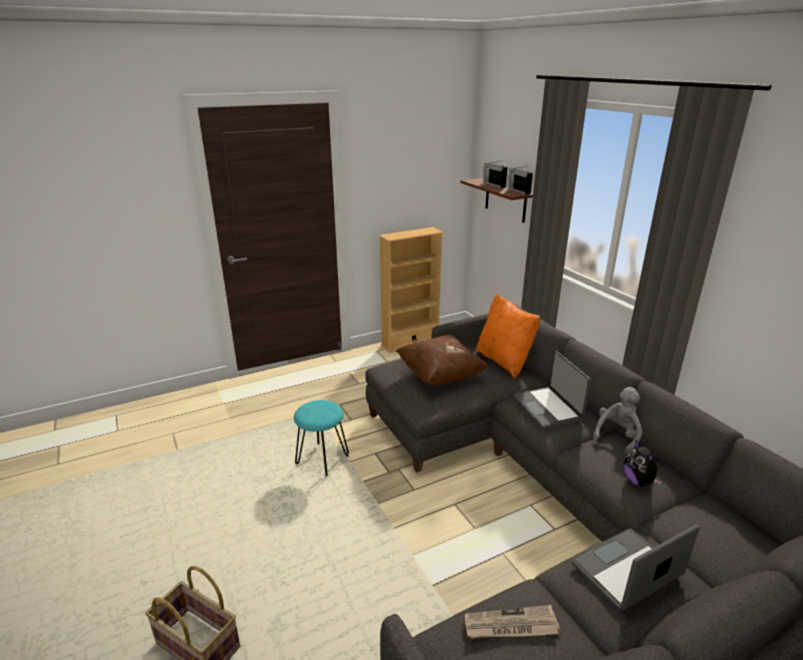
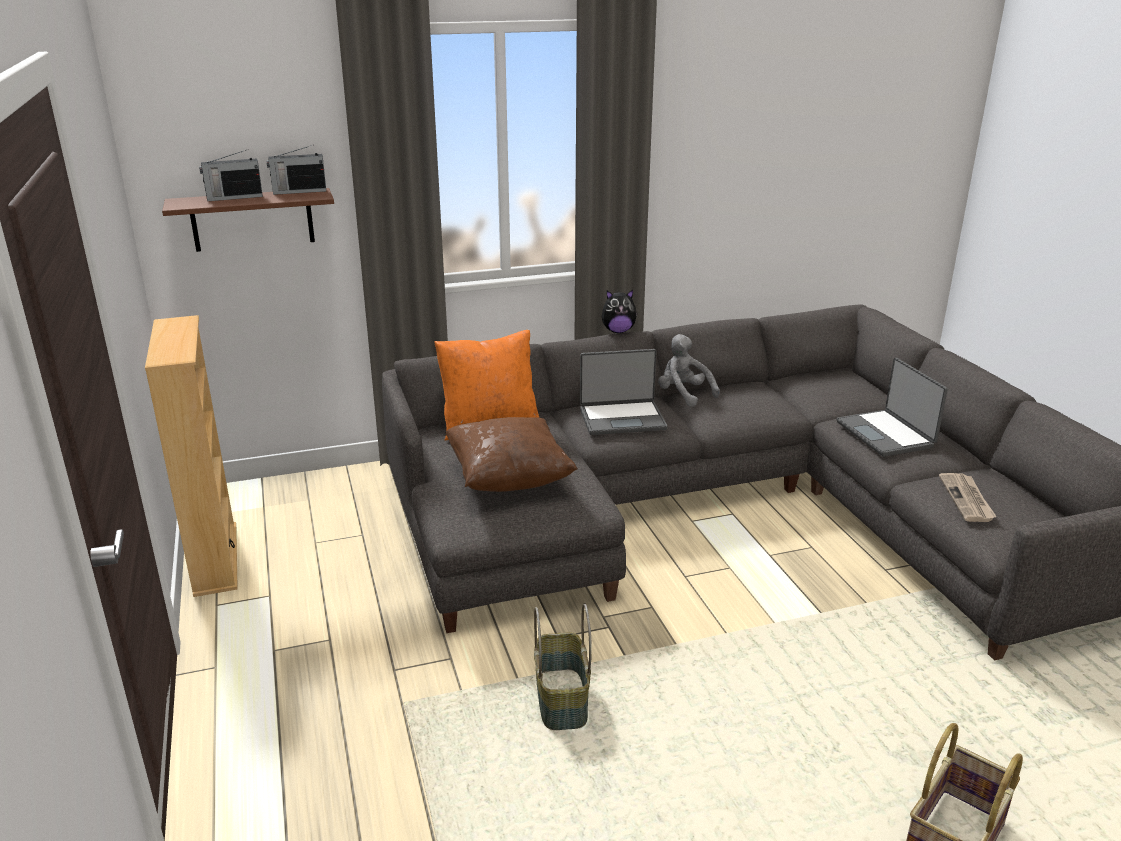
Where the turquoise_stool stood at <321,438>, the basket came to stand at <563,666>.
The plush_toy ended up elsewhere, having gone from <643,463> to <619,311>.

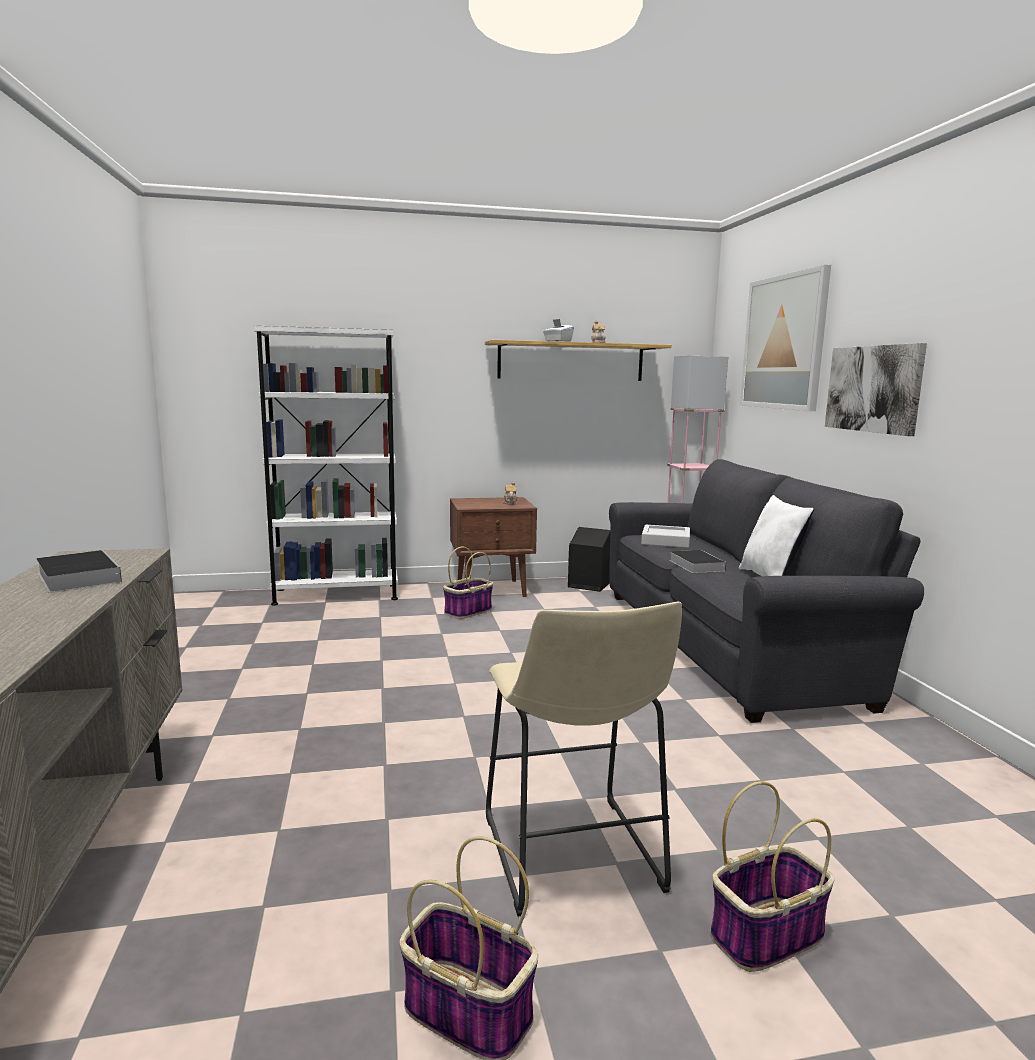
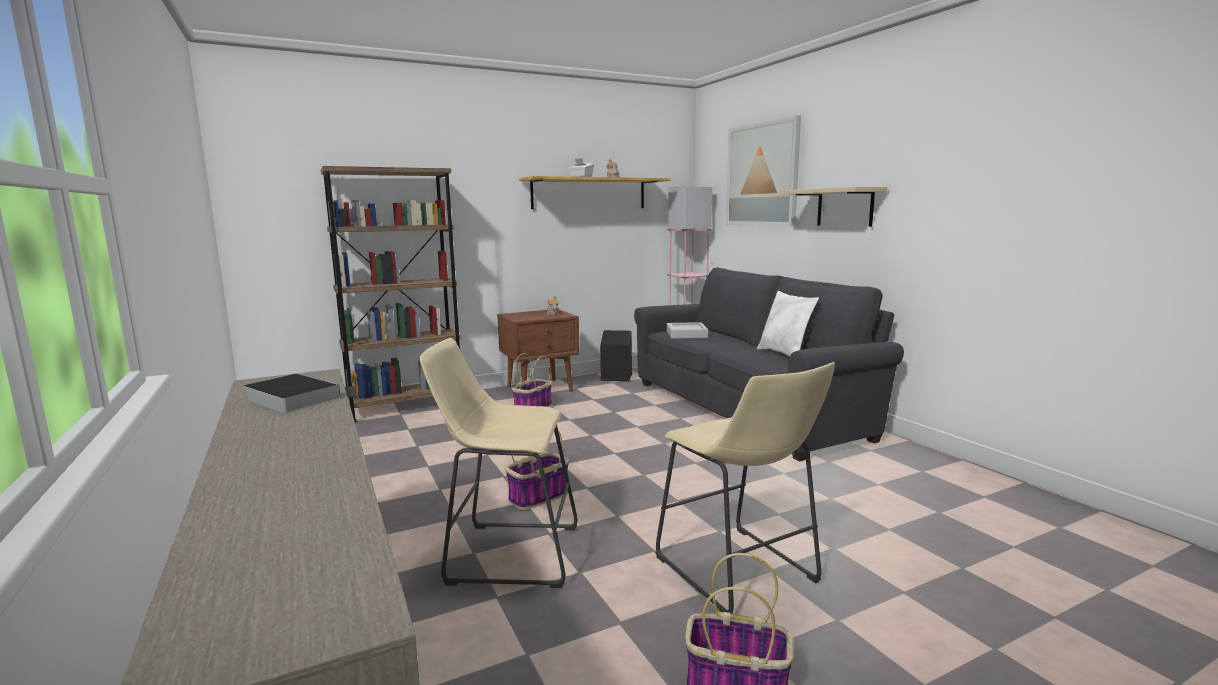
What was the white_bookcase at <325,466> turned into the brown_bookcase at <391,294>.
The second view gained the beige_stool at <498,463>.
The basket ended up elsewhere, having gone from <772,876> to <537,470>.
Where the picture hung at <876,389>, the beige_shelf came to hang at <834,207>.
The second view lost the book at <697,561>.

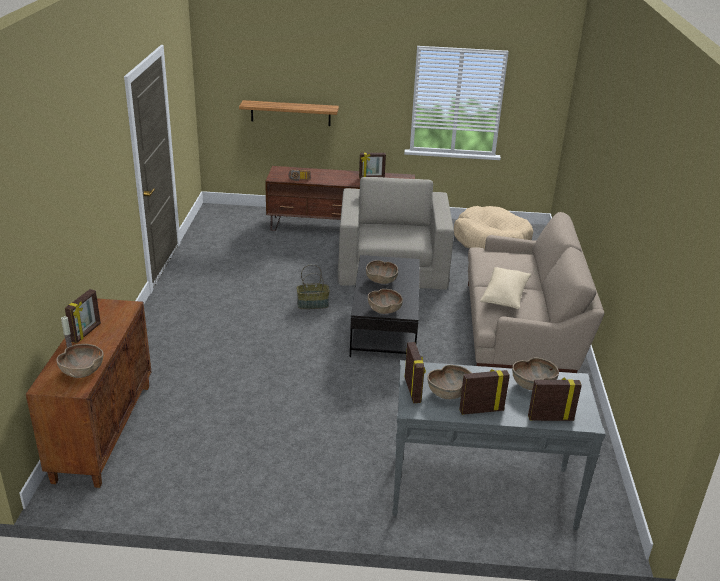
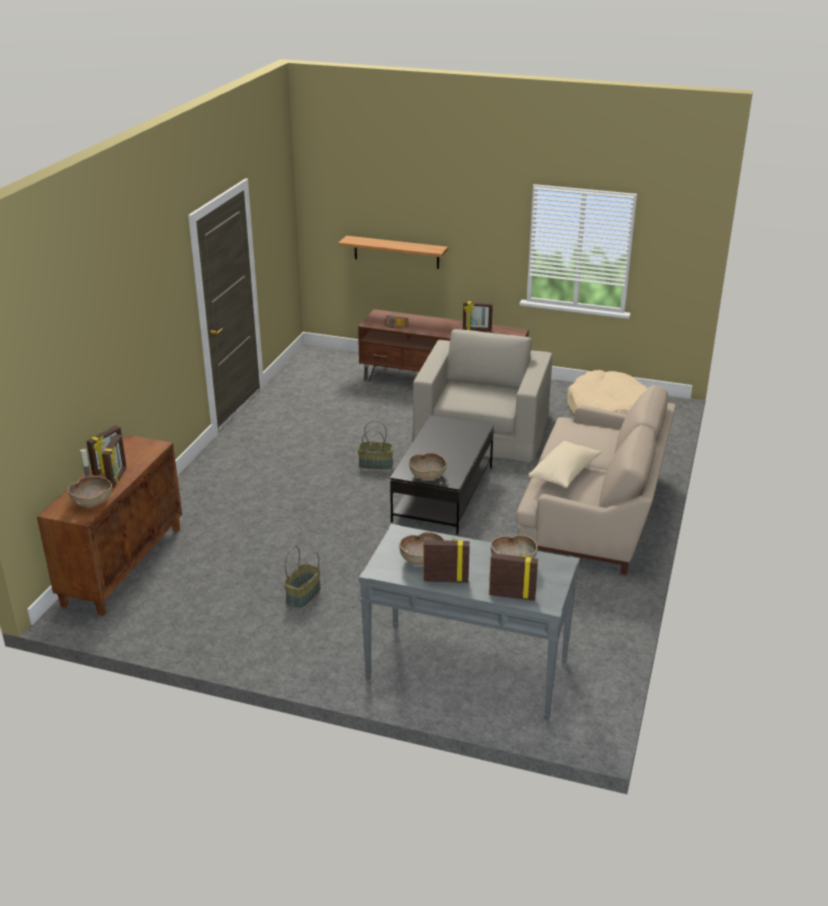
The picture_frame ended up elsewhere, having gone from <415,372> to <114,461>.
The second view gained the basket at <302,577>.
The second view lost the brown_bowl at <382,272>.

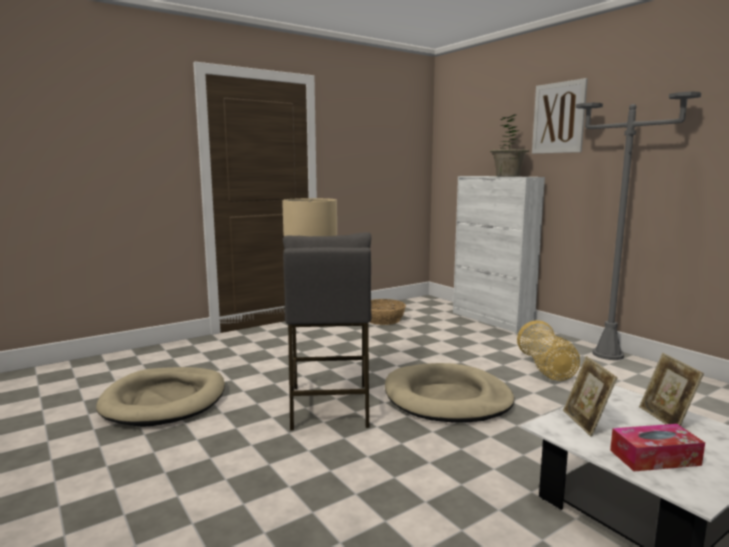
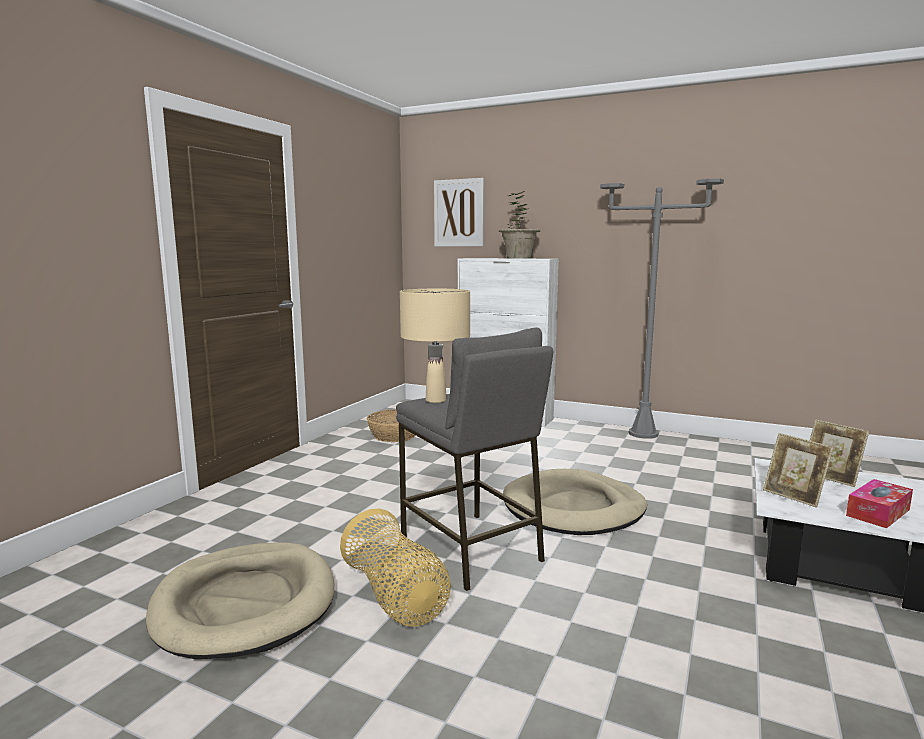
The basket ended up elsewhere, having gone from <548,350> to <395,567>.
The picture ended up elsewhere, having gone from <560,116> to <459,212>.

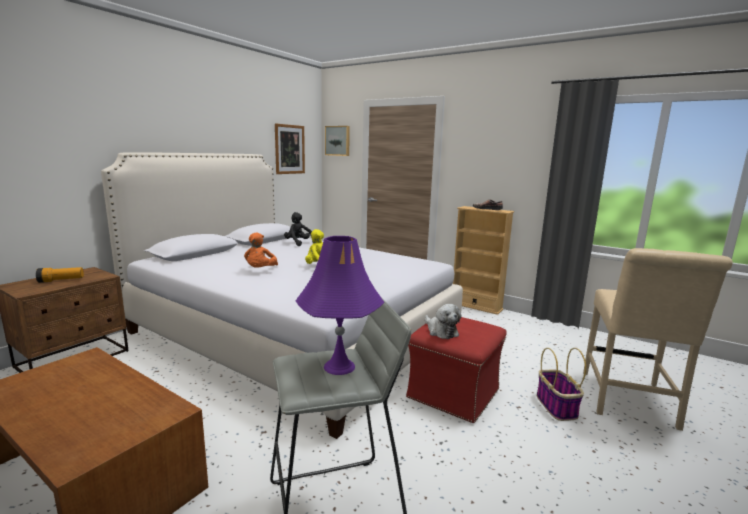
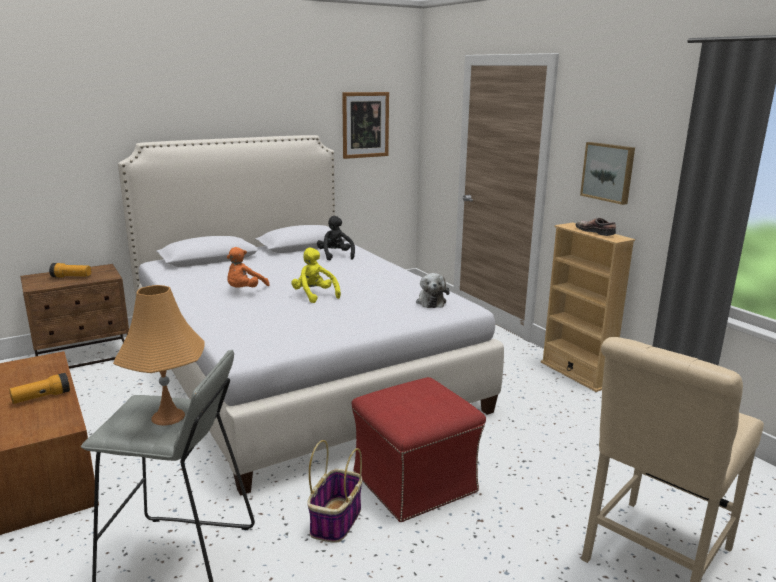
The second view gained the flashlight at <39,388>.
What was the purple_table_lamp at <340,305> turned into the orange_table_lamp at <159,355>.
The basket ended up elsewhere, having gone from <561,384> to <334,491>.
The plush_toy ended up elsewhere, having gone from <443,321> to <433,290>.
The picture ended up elsewhere, having gone from <337,141> to <607,173>.

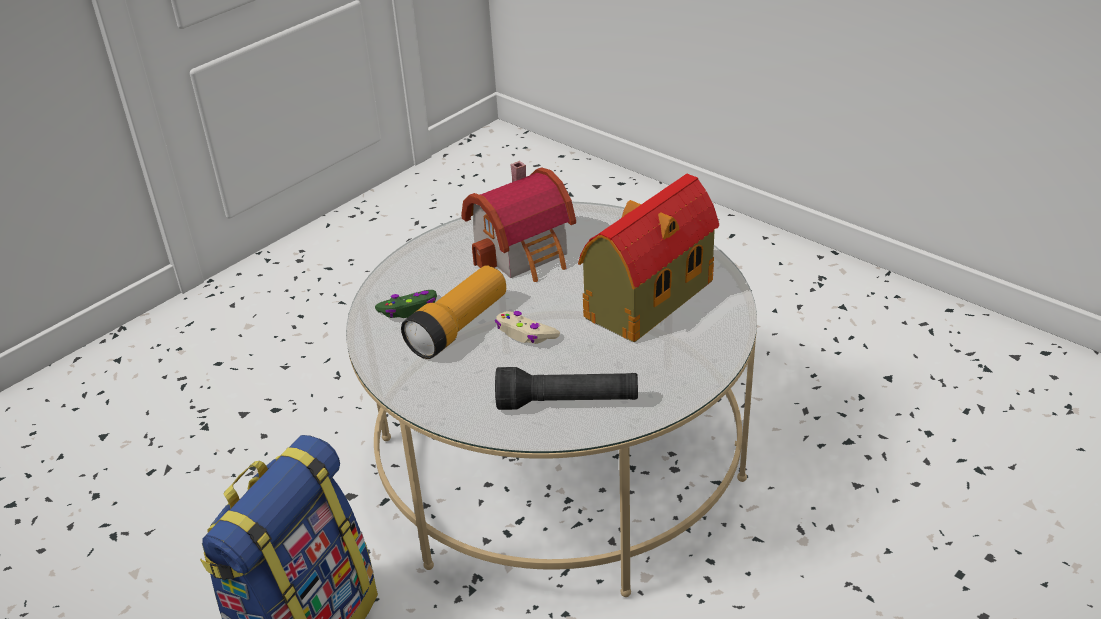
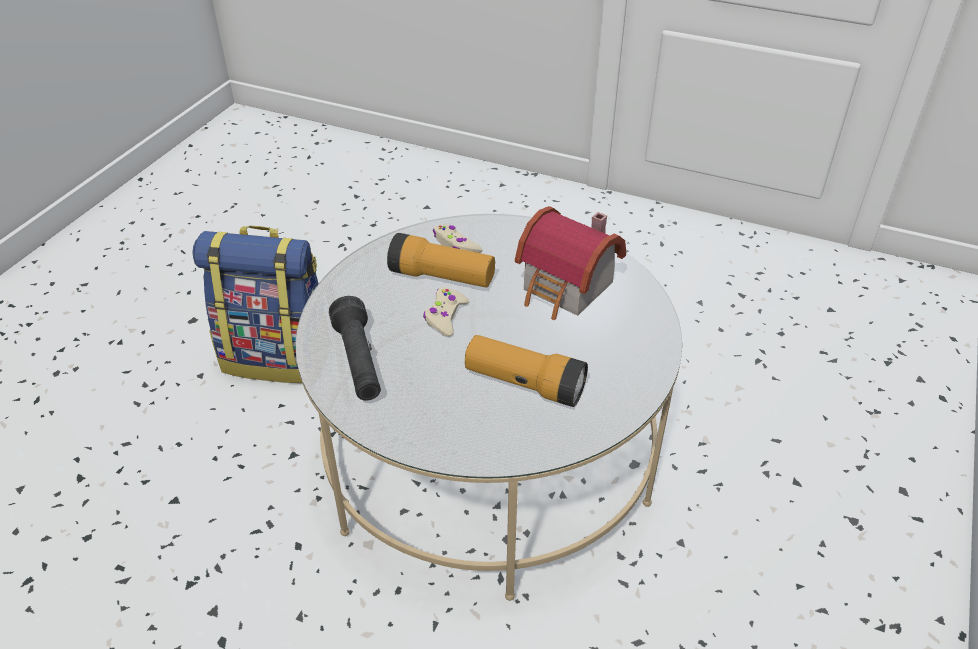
What was the green_game_controller at <406,304> turned into the beige_game_controller at <457,238>.
Where the toy_house stood at <648,258>, the flashlight came to stand at <526,371>.

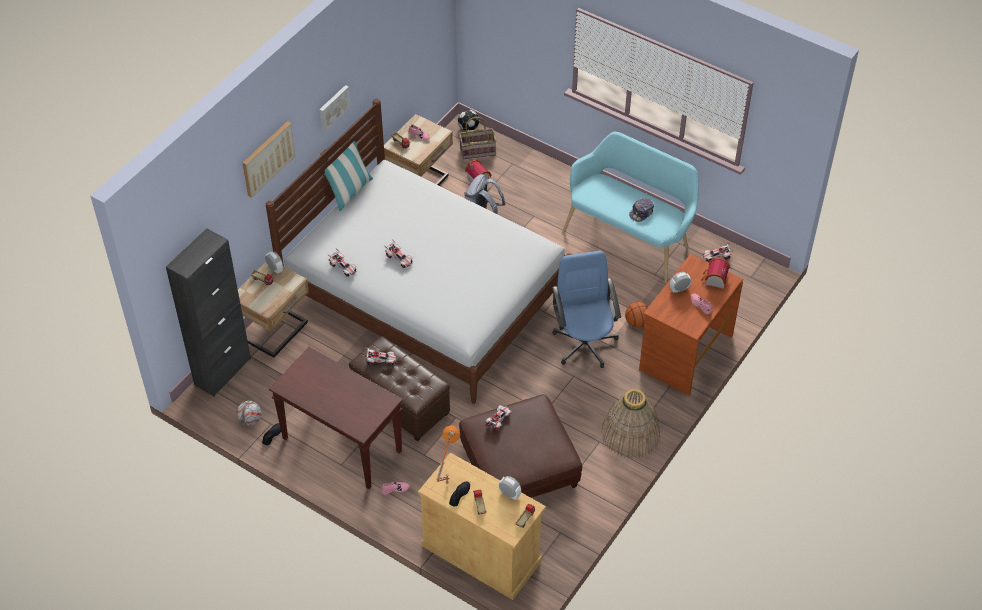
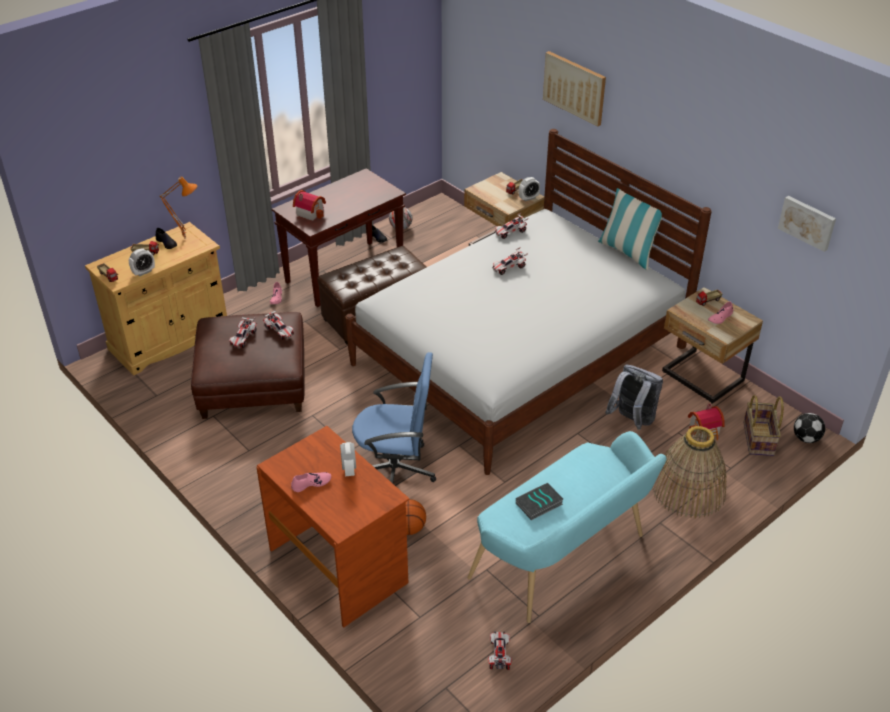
The toy_car ended up elsewhere, having gone from <380,356> to <243,331>.
The toy_house ended up elsewhere, having gone from <715,273> to <309,205>.
Where the cap stood at <641,210>, the book came to stand at <539,501>.
The basket ended up elsewhere, having gone from <631,423> to <689,472>.
The picture ended up elsewhere, having gone from <335,108> to <807,224>.
The second view lost the black_cabinet at <208,312>.

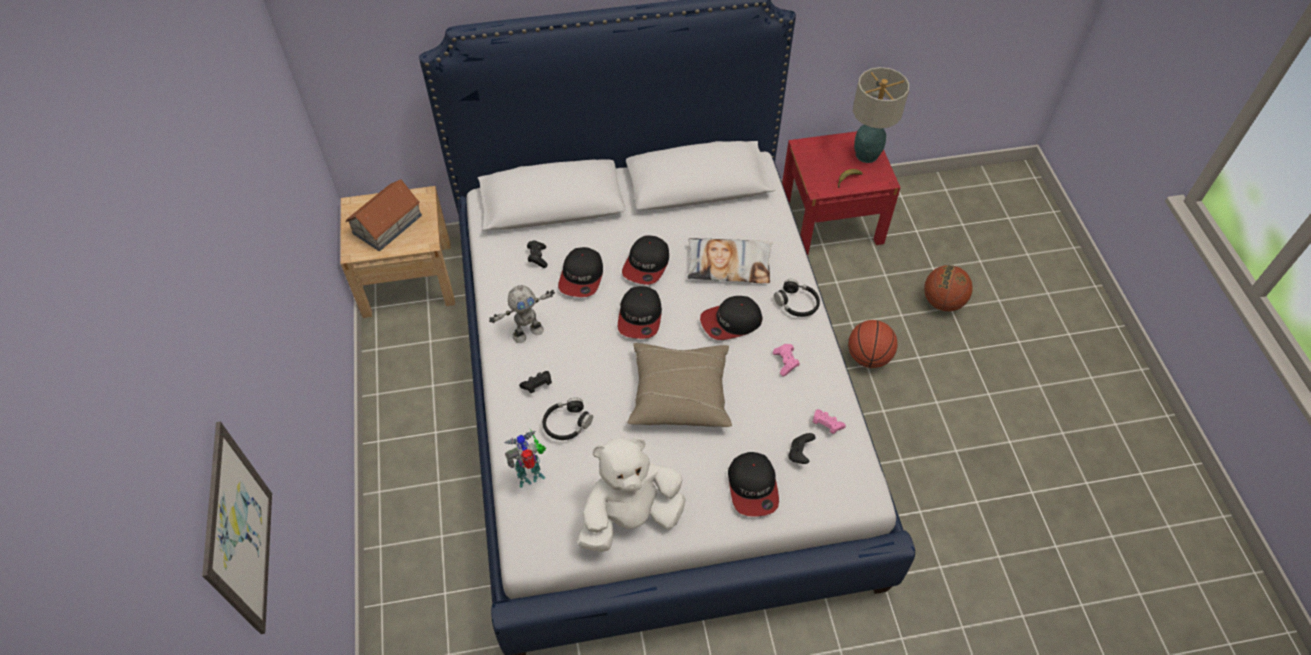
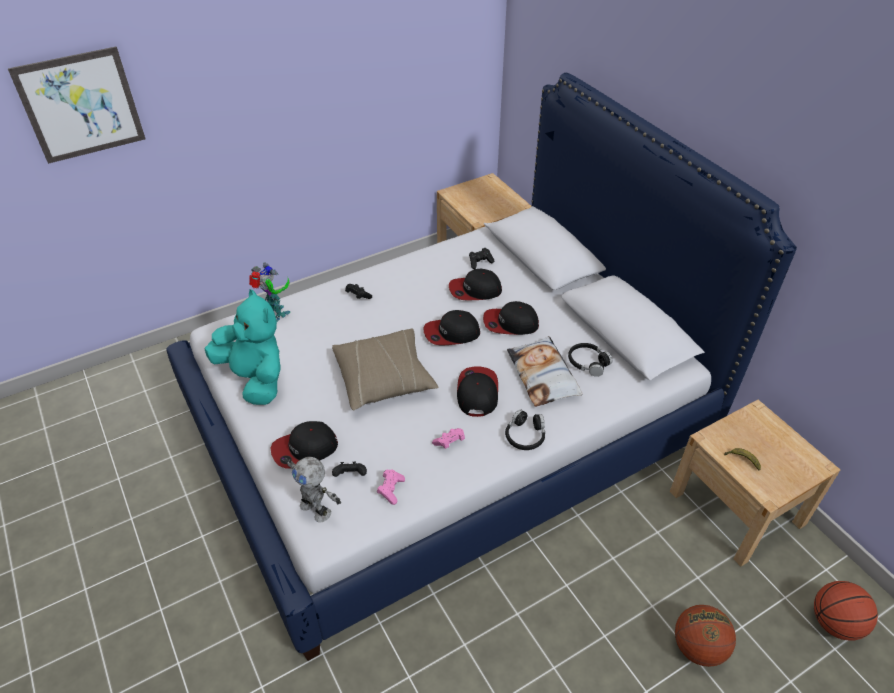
What was the white_plush_toy at <631,494> turned into the turquoise_plush_toy at <243,347>.
The toy_robot ended up elsewhere, having gone from <522,314> to <313,490>.
The cap at <731,318> ended up facing another way, 45 degrees clockwise from before.
The black_headphones ended up elsewhere, having gone from <568,418> to <590,360>.
What was the red_nightstand at <841,193> turned into the beige_nightstand at <755,483>.
The basketball ended up elsewhere, having gone from <873,344> to <846,611>.
The second view lost the toy_house at <383,215>.
The second view lost the table_lamp at <881,115>.

